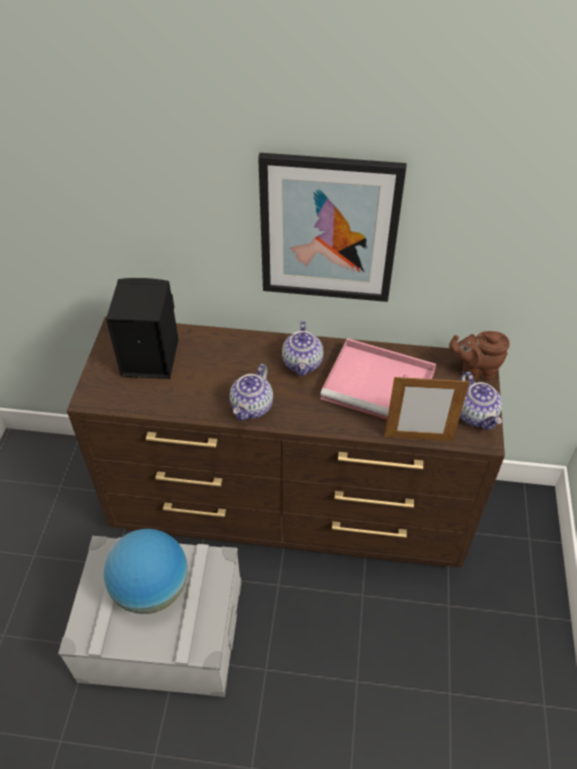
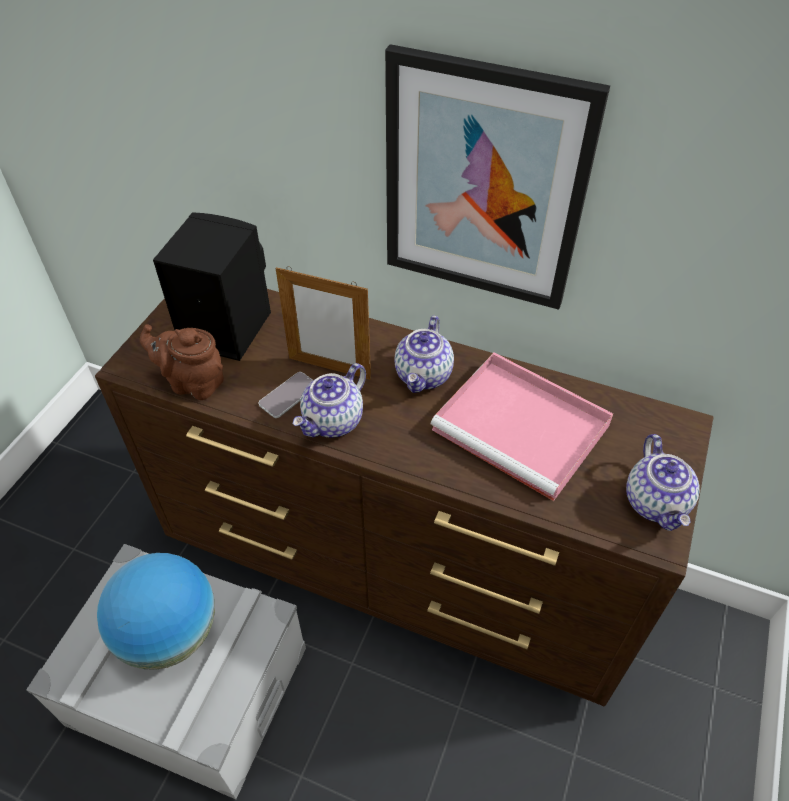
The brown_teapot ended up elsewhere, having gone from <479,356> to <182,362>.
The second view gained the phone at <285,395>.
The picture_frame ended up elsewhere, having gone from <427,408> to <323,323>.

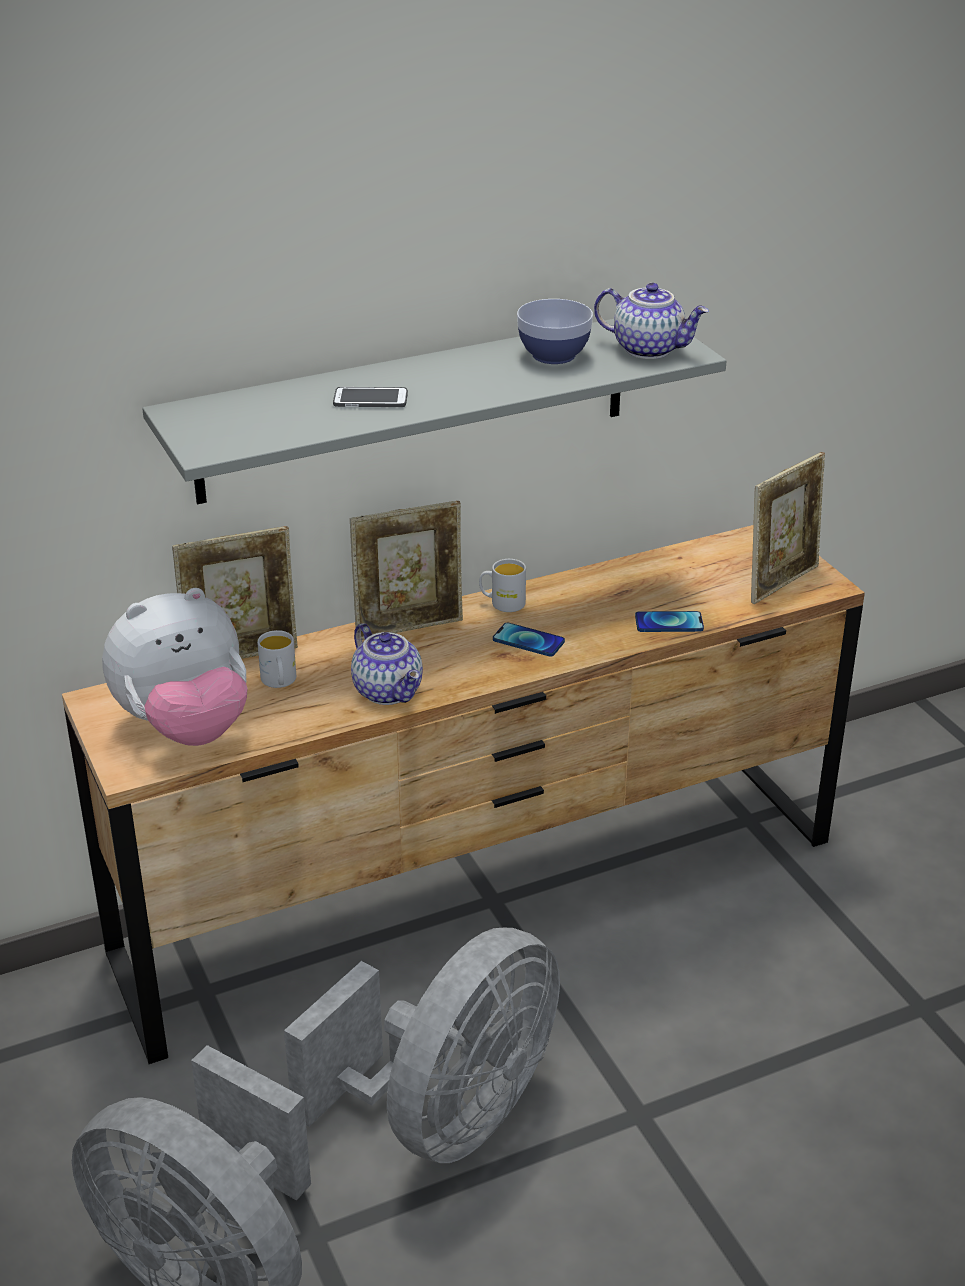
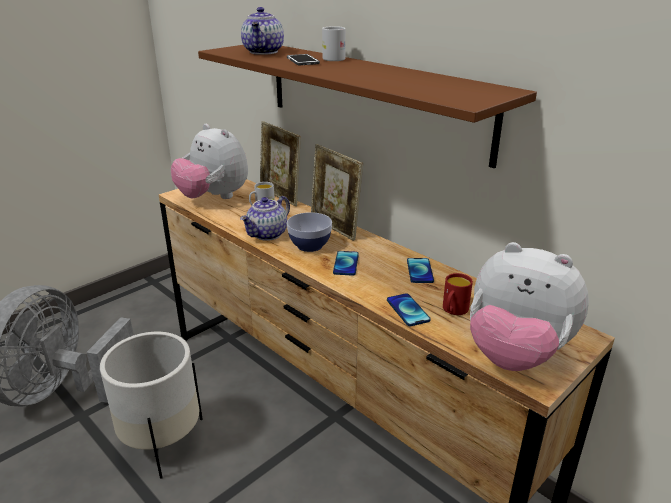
Where the grey_fan stood at <422,1045>, the white_planter came to stand at <151,405>.
What was the grey_shelf at <434,411> turned into the brown_shelf at <367,106>.
The teapot ended up elsewhere, having gone from <651,321> to <262,31>.
The bowl ended up elsewhere, having gone from <555,331> to <309,232>.
The white_mug ended up elsewhere, having gone from <502,585> to <334,43>.
The second view gained the phone at <420,270>.
The second view gained the red_mug at <458,294>.
Where the picture_frame stood at <788,528>, the plush_toy came to stand at <529,306>.

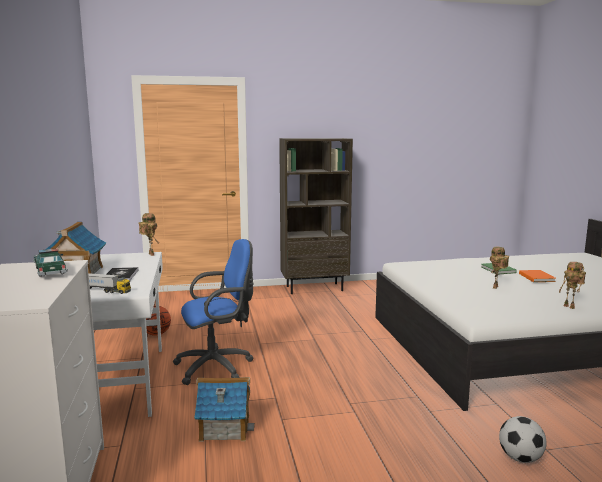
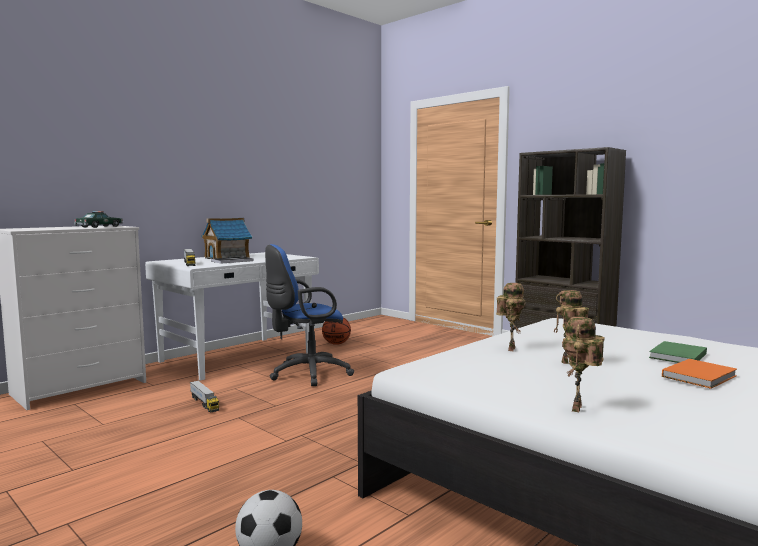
Where the toy_house stood at <224,409>, the toy_truck came to stand at <204,396>.
The blue_office_chair at <213,312> ended up facing another way, 120 degrees clockwise from before.
The toy_robot ended up elsewhere, having gone from <149,234> to <511,317>.

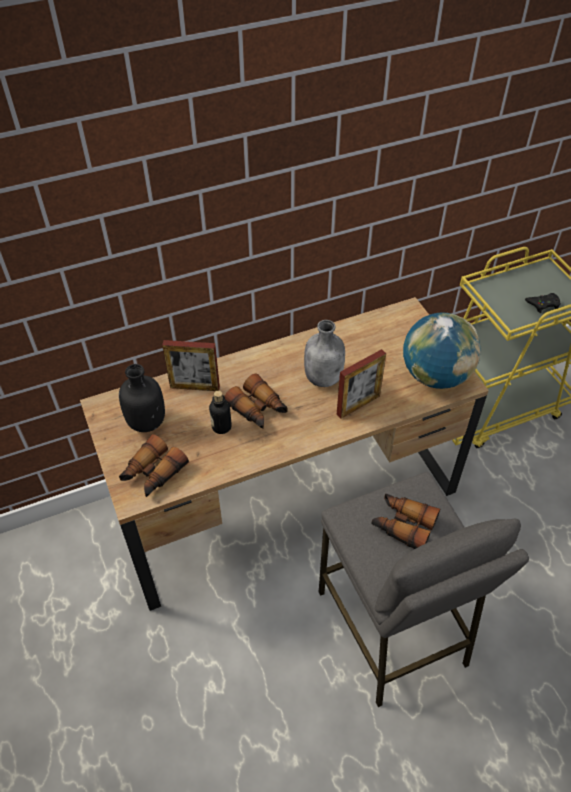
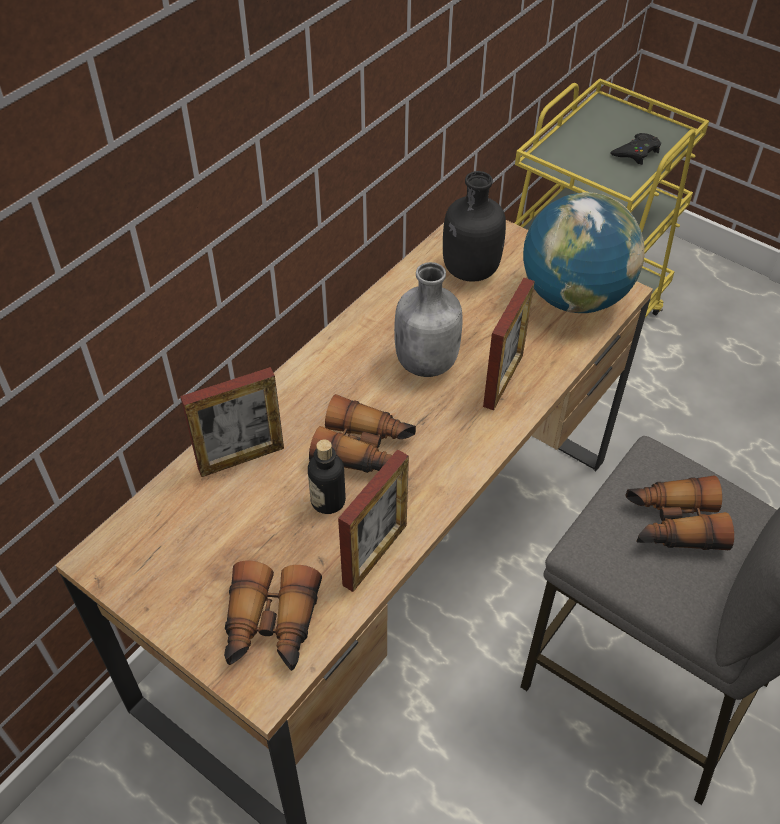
The second view gained the picture_frame at <373,520>.
The black_bottle ended up elsewhere, having gone from <142,398> to <474,226>.

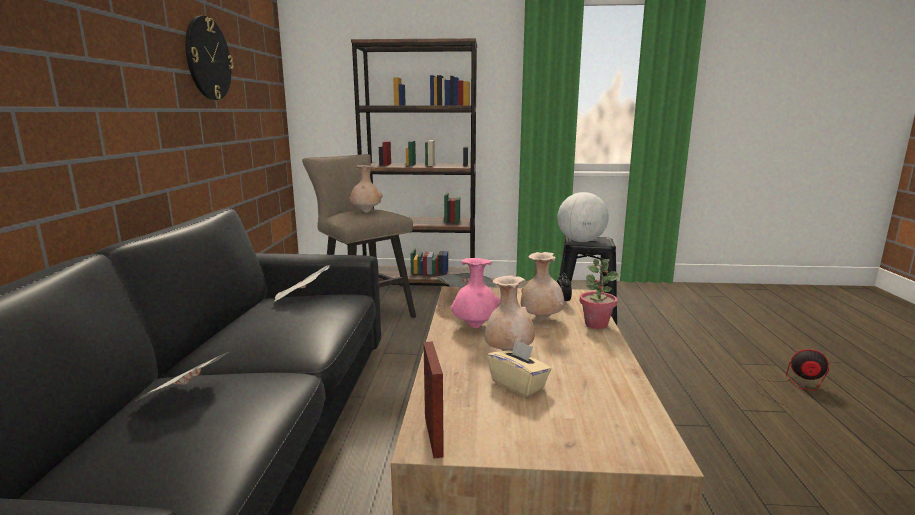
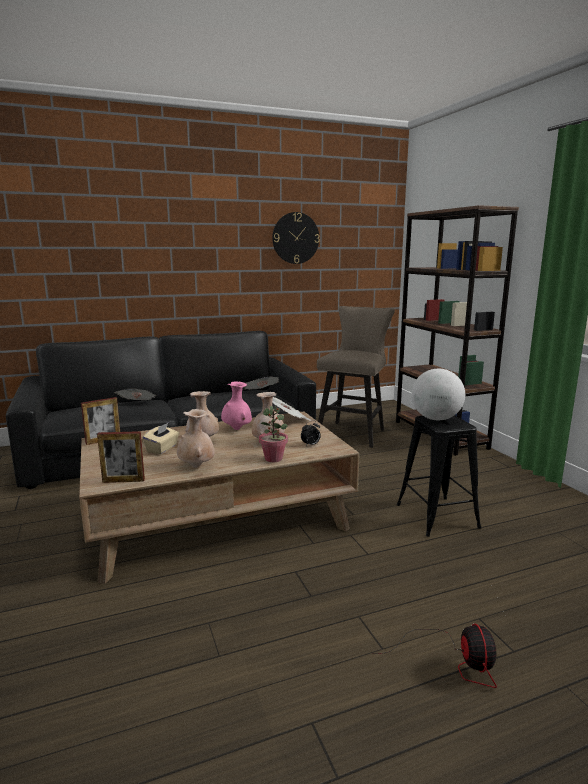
The second view gained the picture_frame at <121,457>.
The beige_vase ended up elsewhere, having gone from <366,189> to <196,438>.

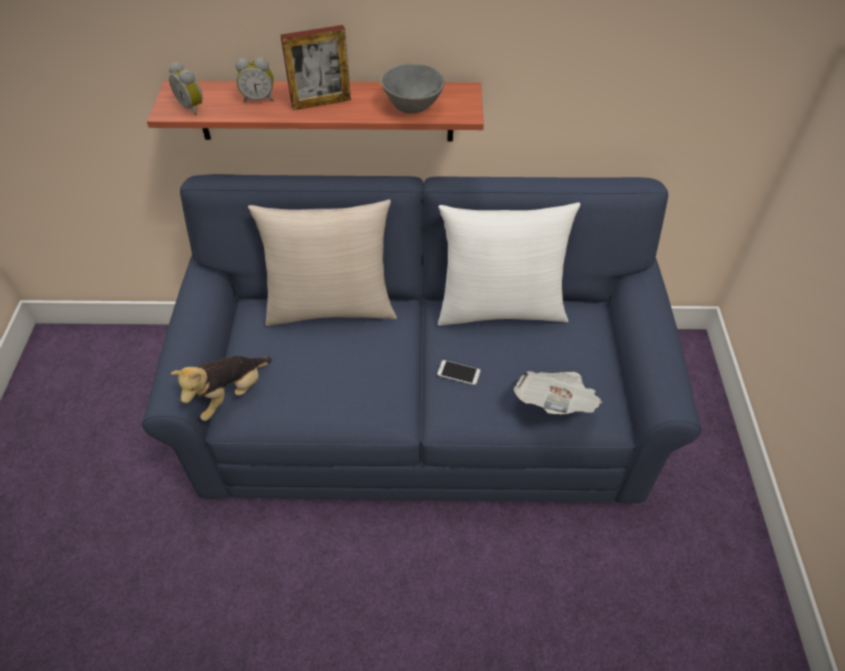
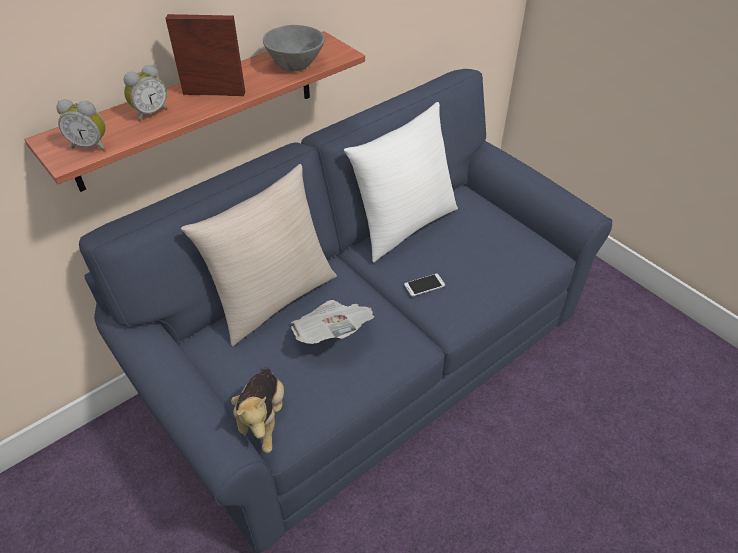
The picture_frame at <315,67> ended up facing another way, 120 degrees counterclockwise from before.
The newspaper ended up elsewhere, having gone from <557,392> to <332,322>.

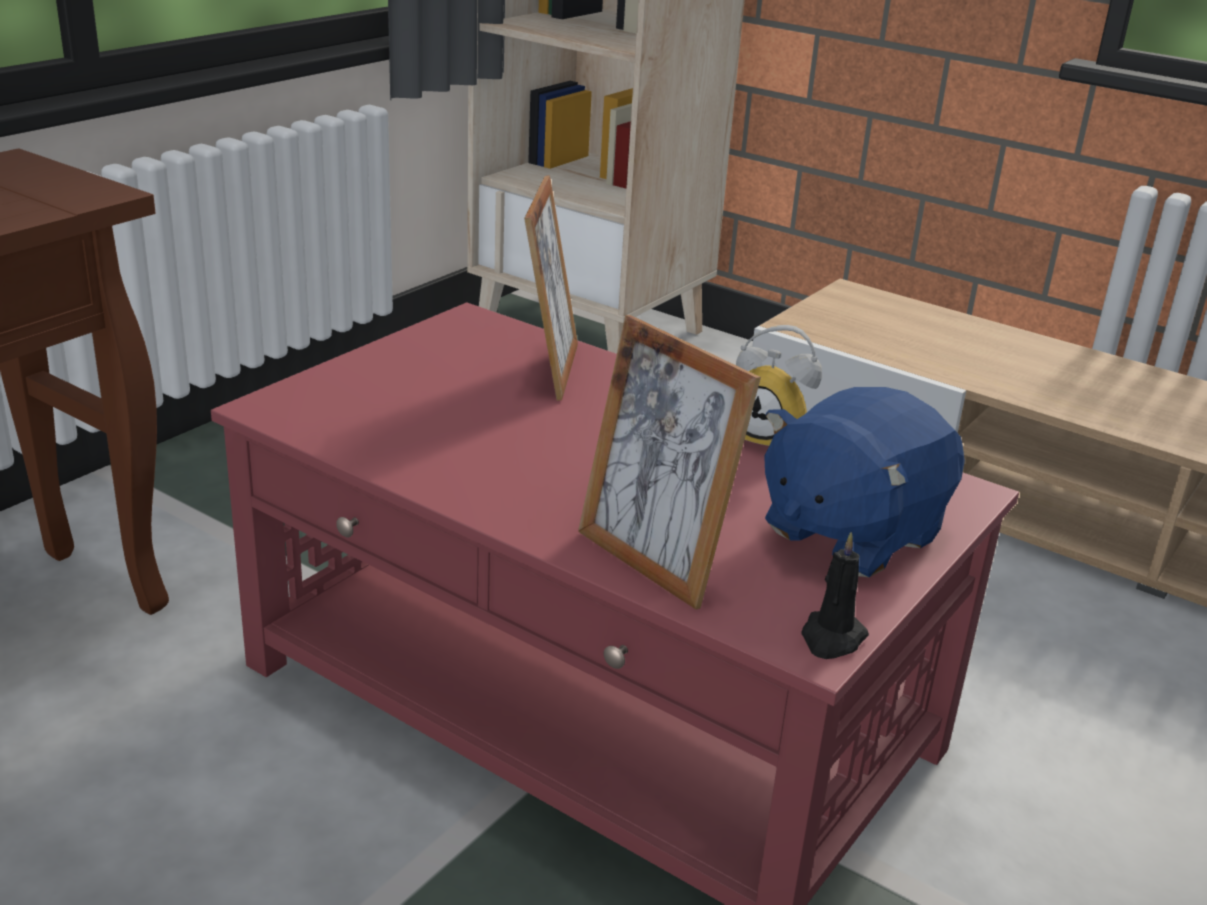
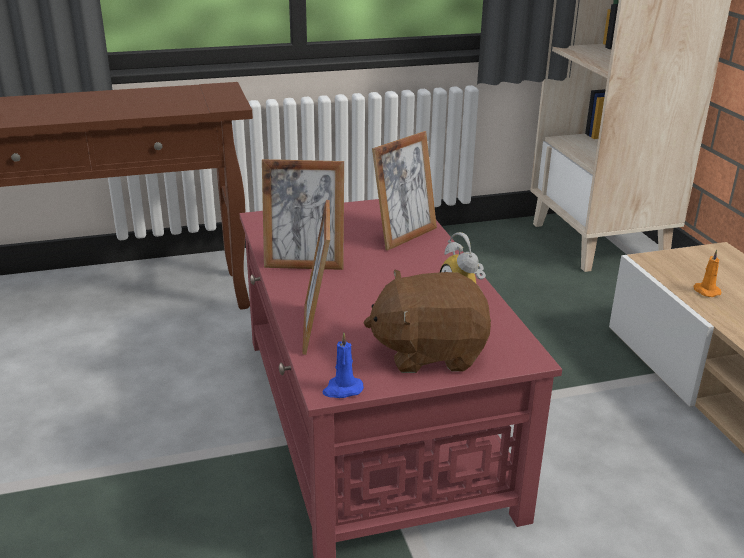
The second view gained the picture_frame at <303,214>.
What was the black_candle at <835,595> turned into the blue_candle at <343,365>.
What was the blue_plush_toy at <864,482> turned into the brown_plush_toy at <427,321>.
The second view gained the orange_candle at <707,273>.

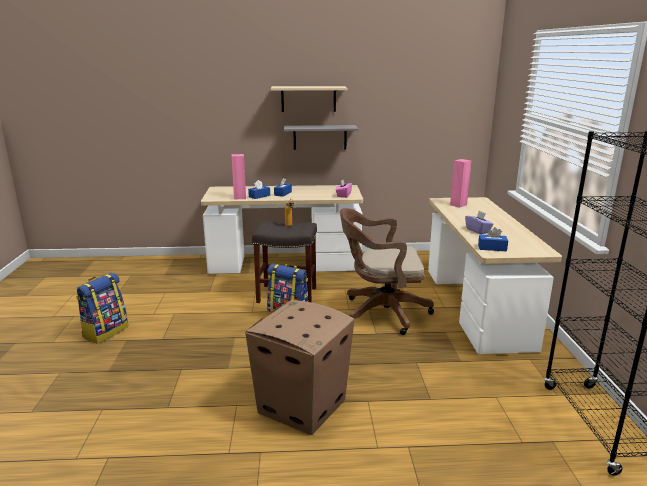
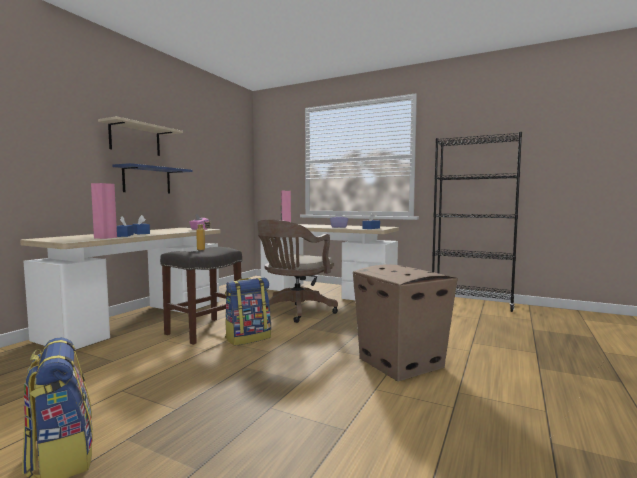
What was the grey_shelf at <321,137> turned into the blue_shelf at <152,178>.

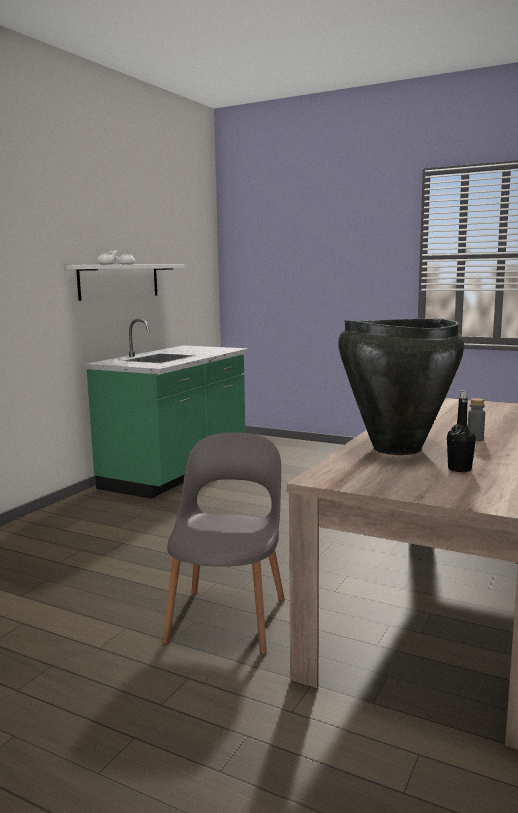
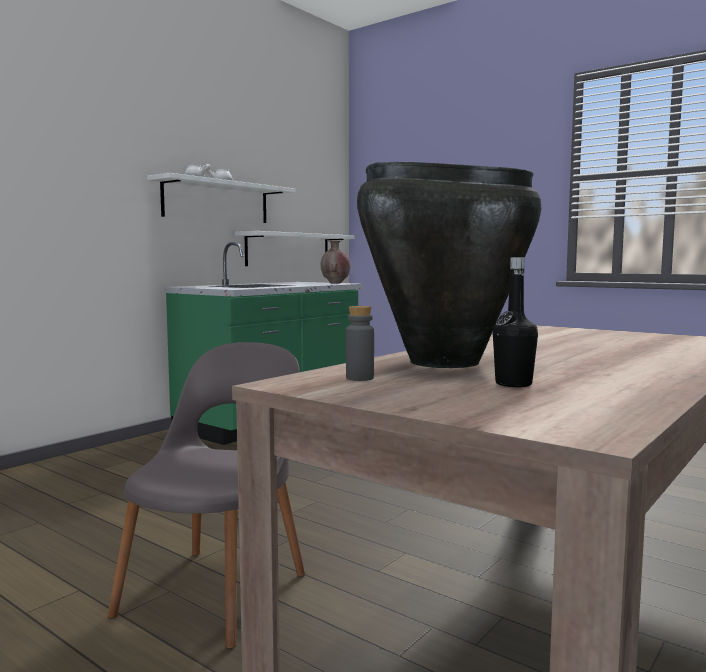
The second view gained the white_shelf at <295,248>.
The second view gained the brown_vase at <336,262>.
The grey_bottle ended up elsewhere, having gone from <476,419> to <360,343>.

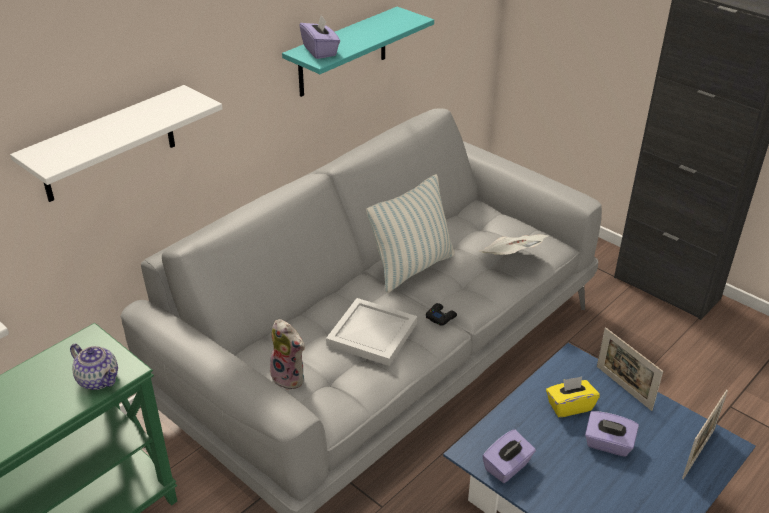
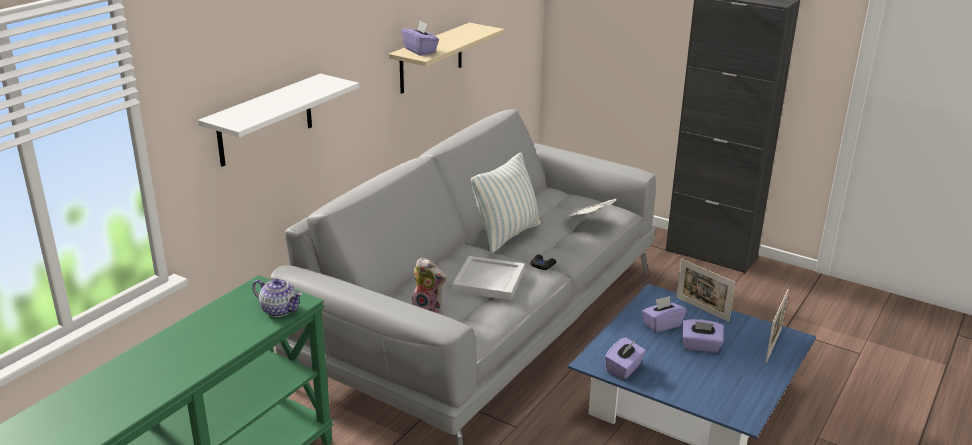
What was the turquoise_shelf at <358,52> turned into the beige_shelf at <446,58>.
What was the yellow_tissue_box at <573,397> turned into the purple_tissue_box at <664,314>.

